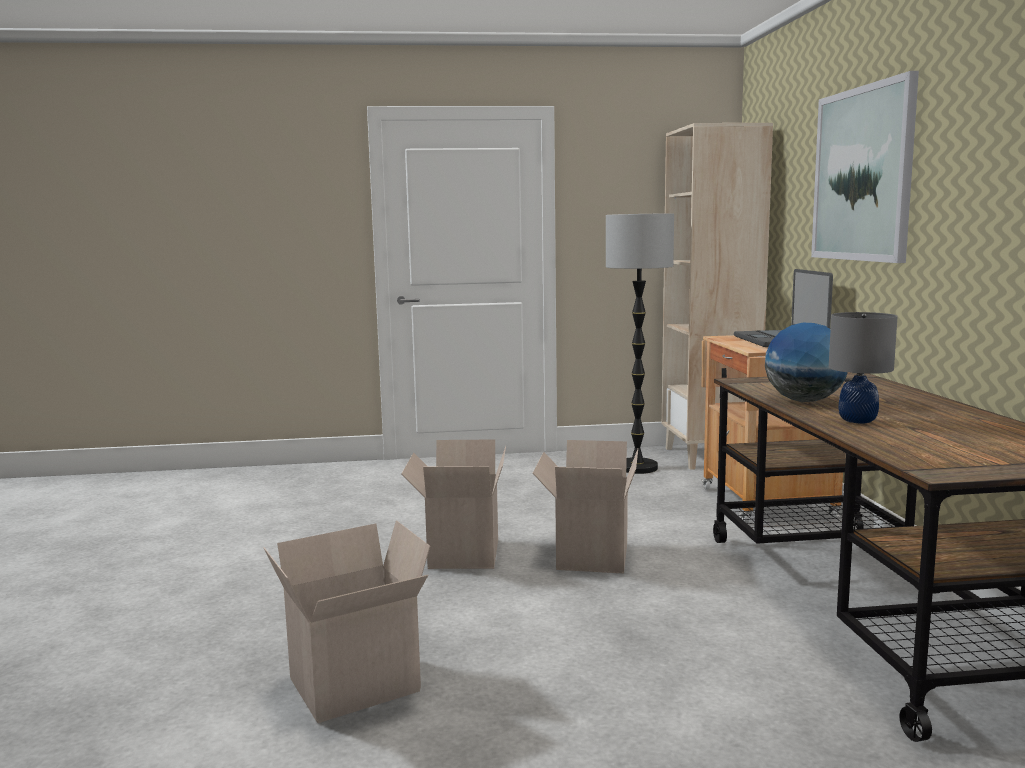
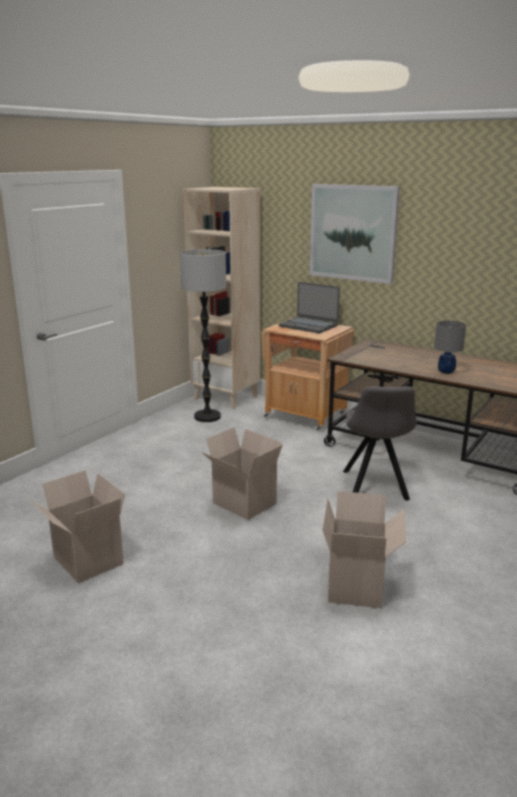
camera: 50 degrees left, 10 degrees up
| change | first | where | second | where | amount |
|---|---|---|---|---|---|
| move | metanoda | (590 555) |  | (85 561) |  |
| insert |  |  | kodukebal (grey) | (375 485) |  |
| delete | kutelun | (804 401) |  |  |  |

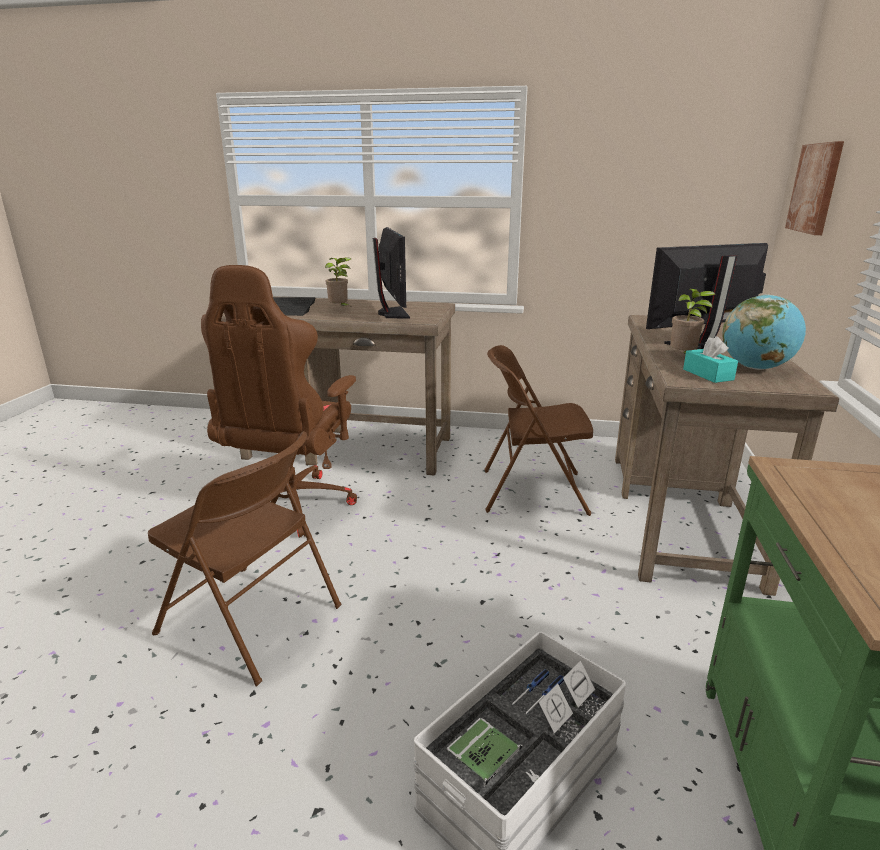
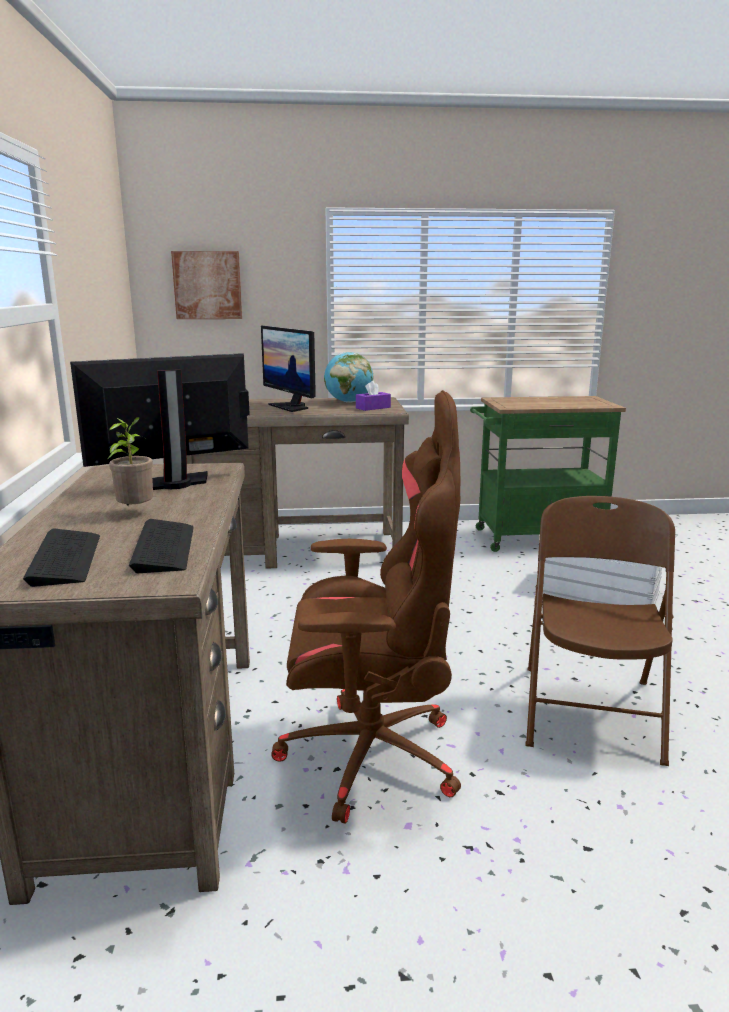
camera: 105 degrees left, 5 degrees down
| change | first | where | second | where | amount |
|---|---|---|---|---|---|
| recolor | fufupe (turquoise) | (708 374) | fufupe (purple) | (373 408) |  |
| delete | kodukebal (brown) | (533 491) |  |  |  |
| delete | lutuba | (684 357) |  |  |  |

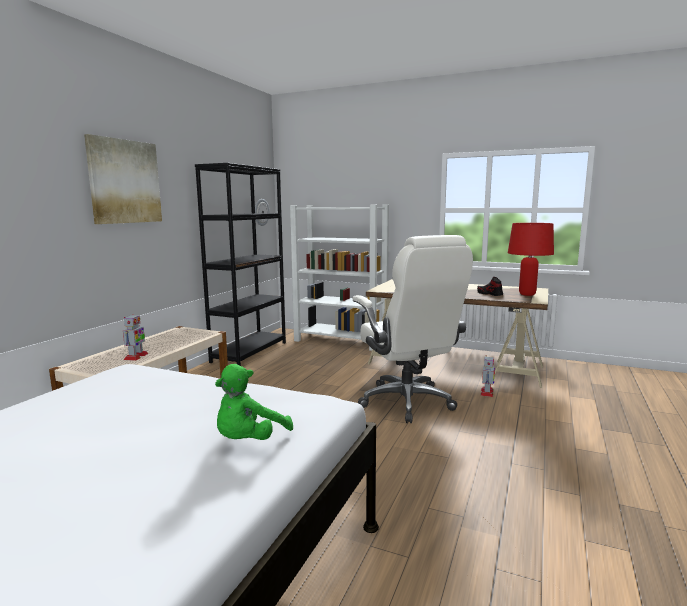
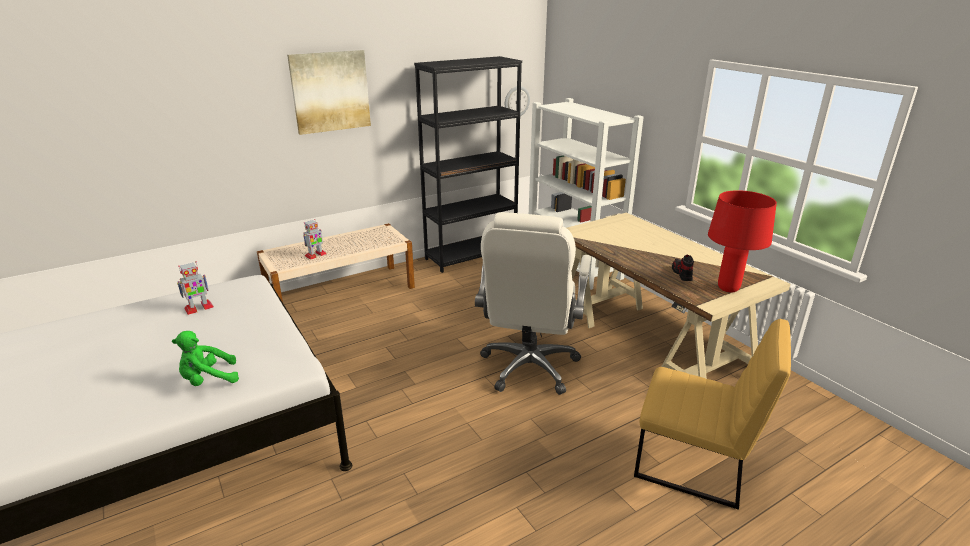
camera: 35 degrees right, 15 degrees up
| change | first | where | second | where | amount |
|---|---|---|---|---|---|
| move | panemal | (487 392) |  | (198 308) |  |
| insert |  |  | kodukebal (yellow) | (694 466) |  |

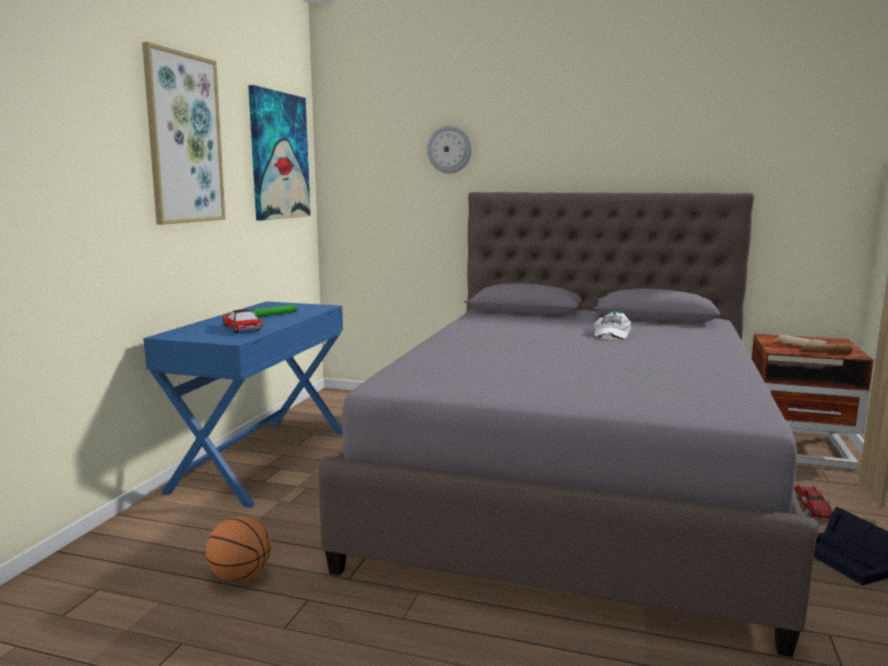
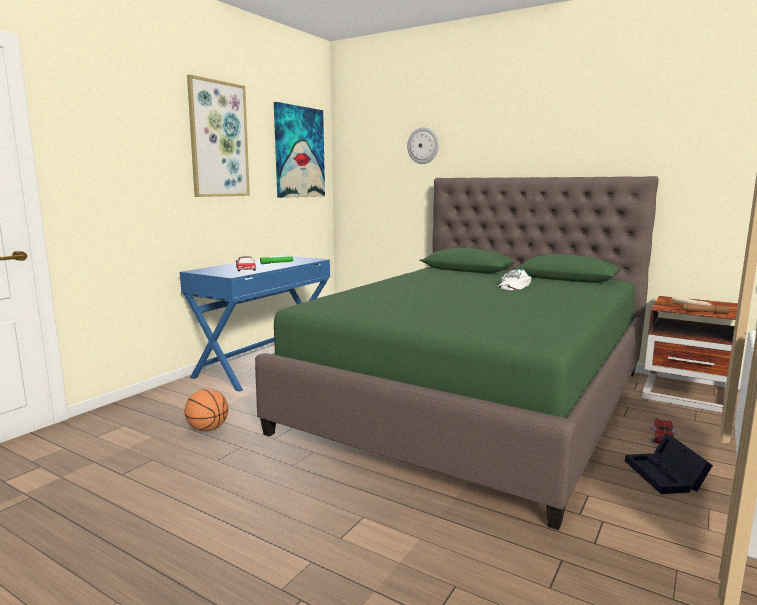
camera: 15 degrees right, 0 degrees up
| change | first | where | second | where | amount |
|---|---|---|---|---|---|
| recolor | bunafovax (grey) | (574 484) | bunafovax (green) | (474 400) |  |

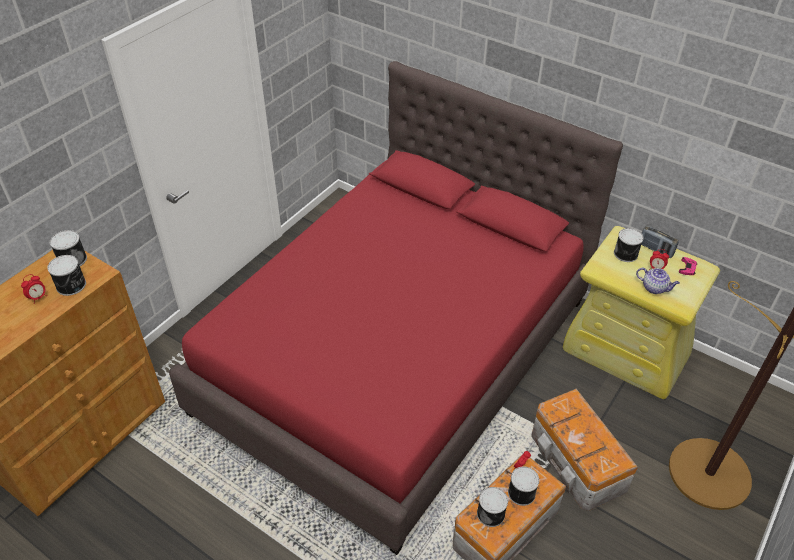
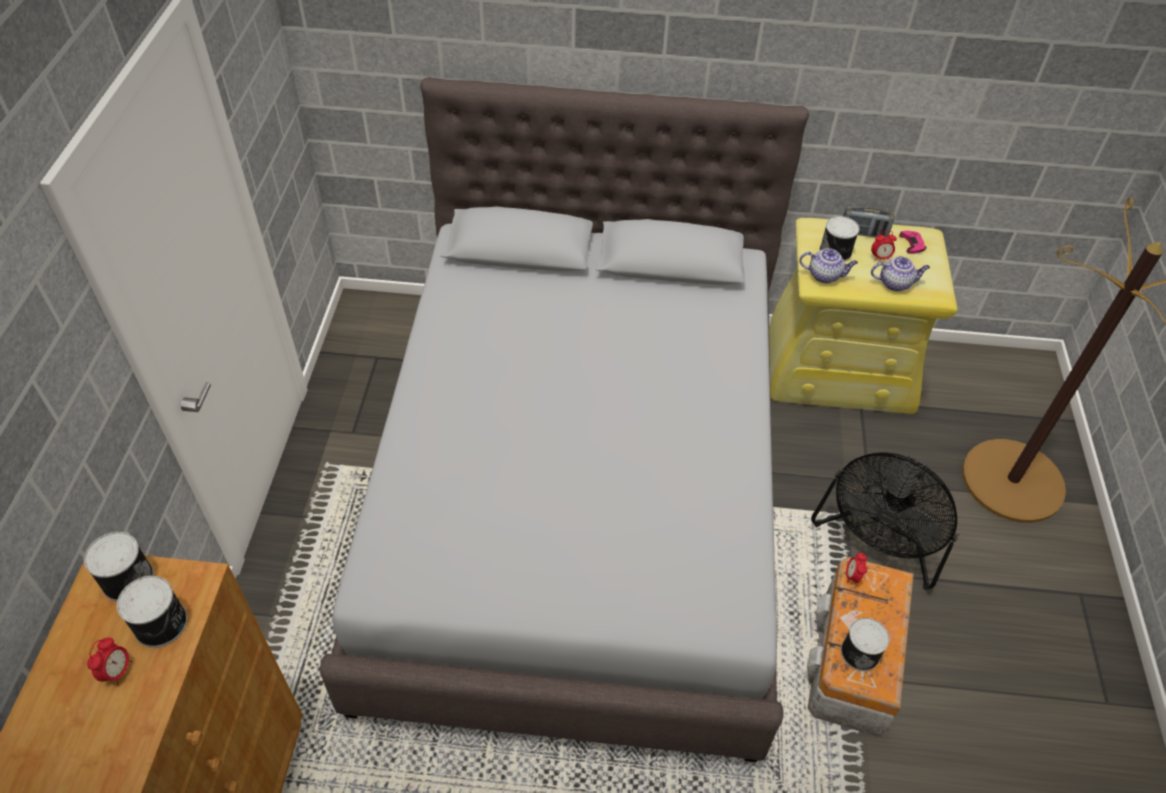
camera: 30 degrees left, 5 degrees up
| change | first | where | second | where | amount |
|---|---|---|---|---|---|
| recolor | bunafovax (red) | (397 355) | bunafovax (grey) | (580 494) |  |
| insert |  |  | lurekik | (825 275) |  |
| replace | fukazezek | (576 463) | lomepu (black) | (876 536) |  |
| delete | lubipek | (520 492) |  |  |  |

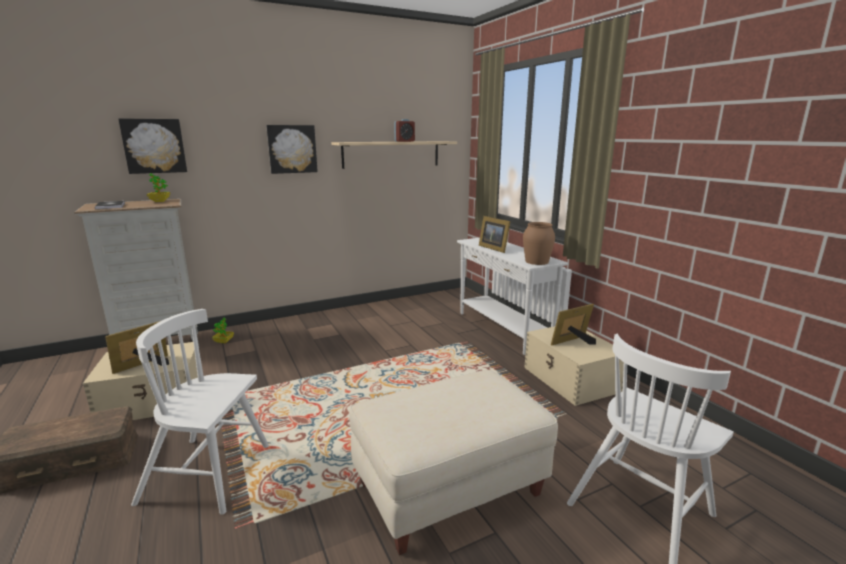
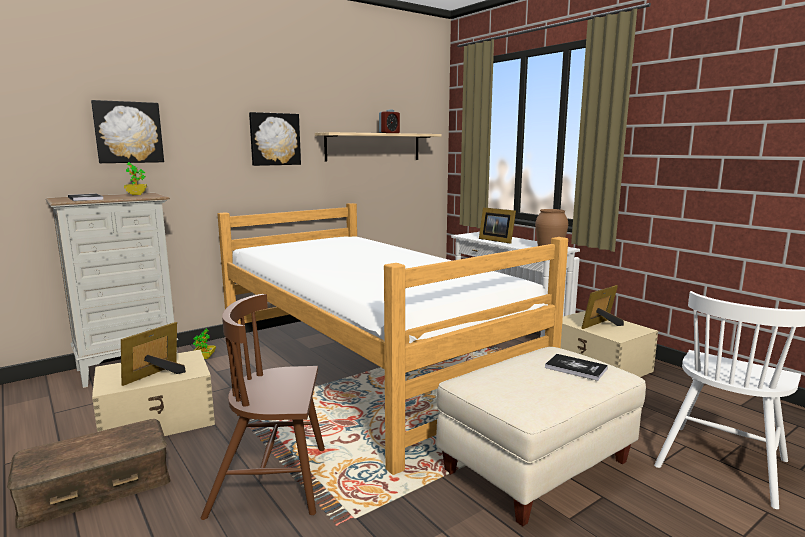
camera: 10 degrees left, 5 degrees down
| change | first | where | second | where | amount |
|---|---|---|---|---|---|
| recolor | kodukebal (white) | (213 473) | kodukebal (brown) | (277 480) |  |
| insert |  |  | bunafovax | (368 365) |  |
| insert |  |  | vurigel | (576 368) |  |

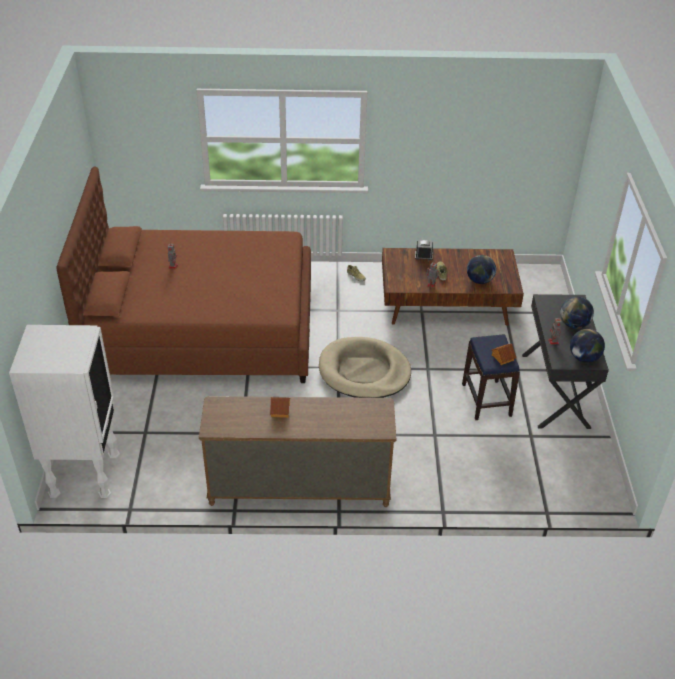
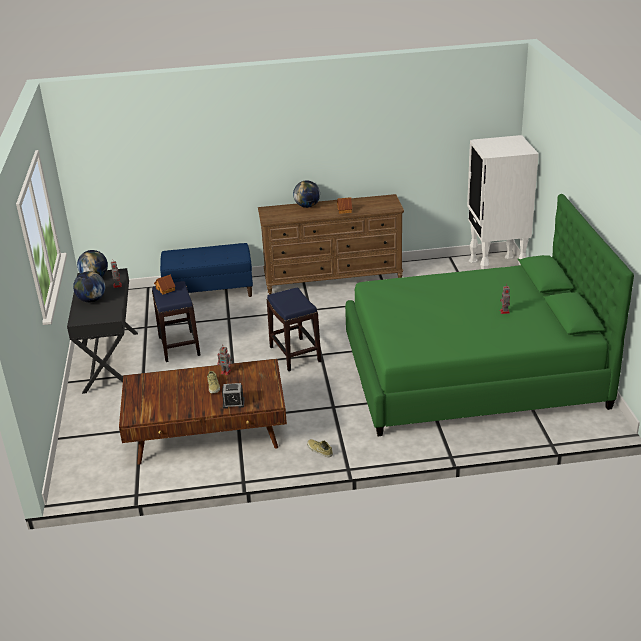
camera: 175 degrees right, 10 degrees down
| change | first | where | second | where | amount |
|---|---|---|---|---|---|
| insert |  |  | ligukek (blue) | (209 291) |  |
| replace | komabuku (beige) | (364 371) | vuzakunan | (295 354) |  |
| move | kutelun | (479 281) |  | (307 206) |  |
| recolor | bunafovax (brown) | (202 327) | bunafovax (green) | (472 372) |  |

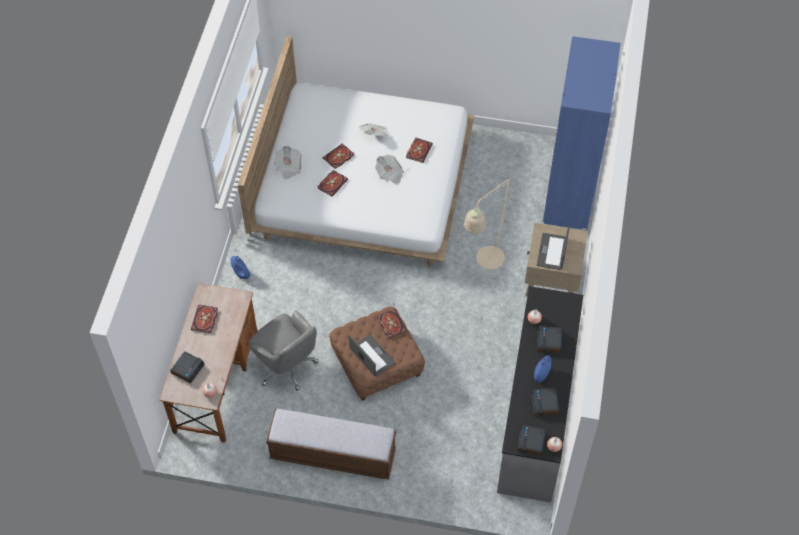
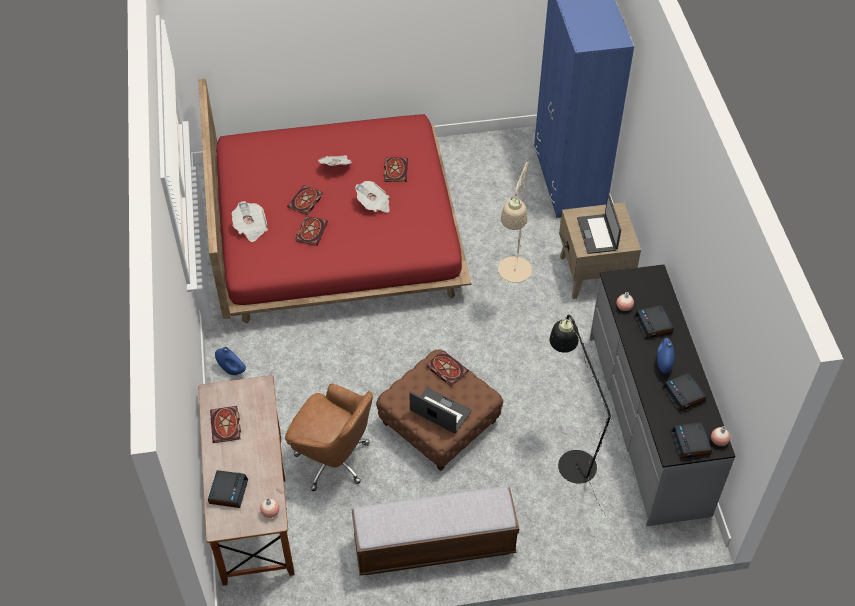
camera: 20 degrees left, 5 degrees down
| change | first | where | second | where | amount |
|---|---|---|---|---|---|
| recolor | bunafovax (white) | (364 185) | bunafovax (red) | (336 232) |  |
| recolor | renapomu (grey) | (286 366) | renapomu (brown) | (333 460) |  |
| insert |  |  | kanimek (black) | (572 458) |  |

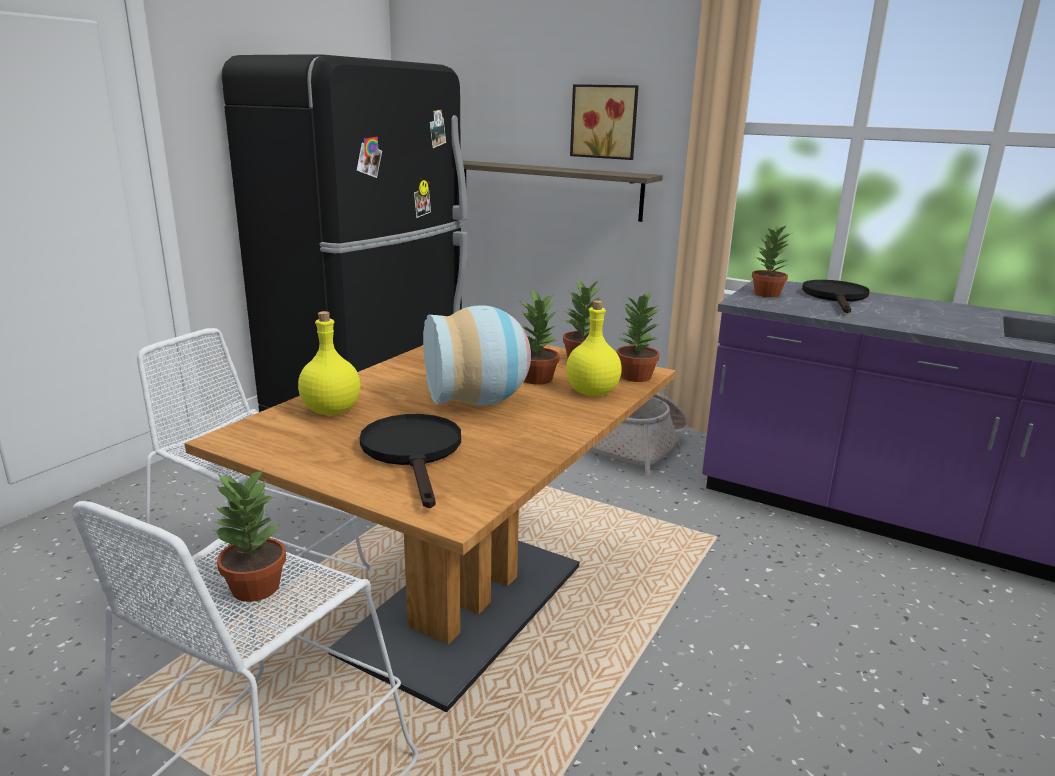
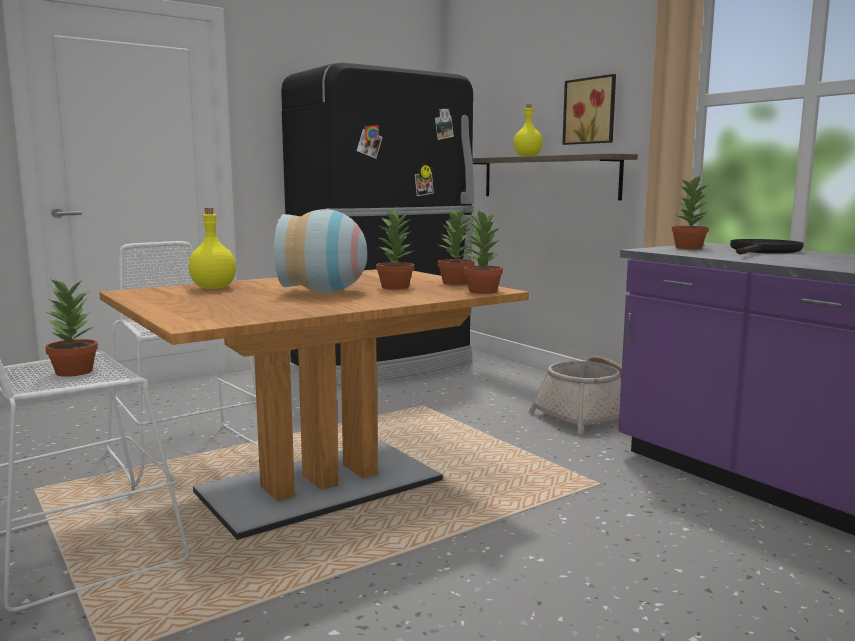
camera: 25 degrees right, 10 degrees down
| change | first | where | second | where | amount |
|---|---|---|---|---|---|
| move | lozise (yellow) | (593 392) |  | (528 156) |  |
| delete | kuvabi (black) | (414 453) |  |  |  |

